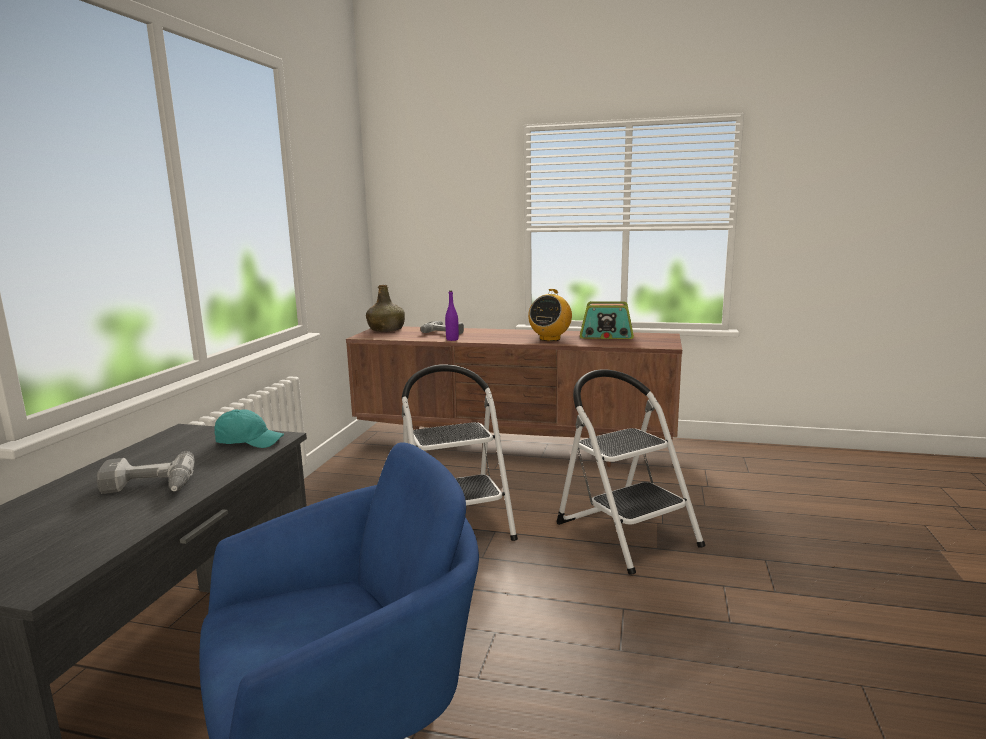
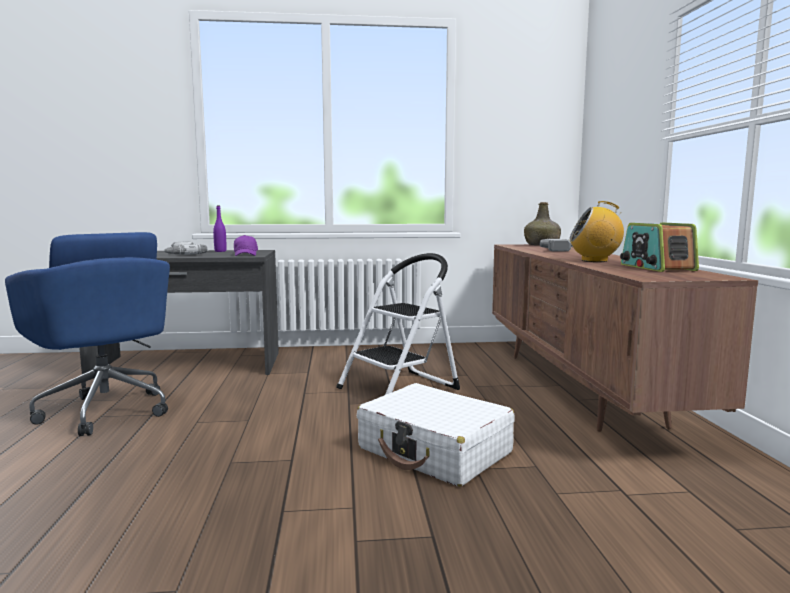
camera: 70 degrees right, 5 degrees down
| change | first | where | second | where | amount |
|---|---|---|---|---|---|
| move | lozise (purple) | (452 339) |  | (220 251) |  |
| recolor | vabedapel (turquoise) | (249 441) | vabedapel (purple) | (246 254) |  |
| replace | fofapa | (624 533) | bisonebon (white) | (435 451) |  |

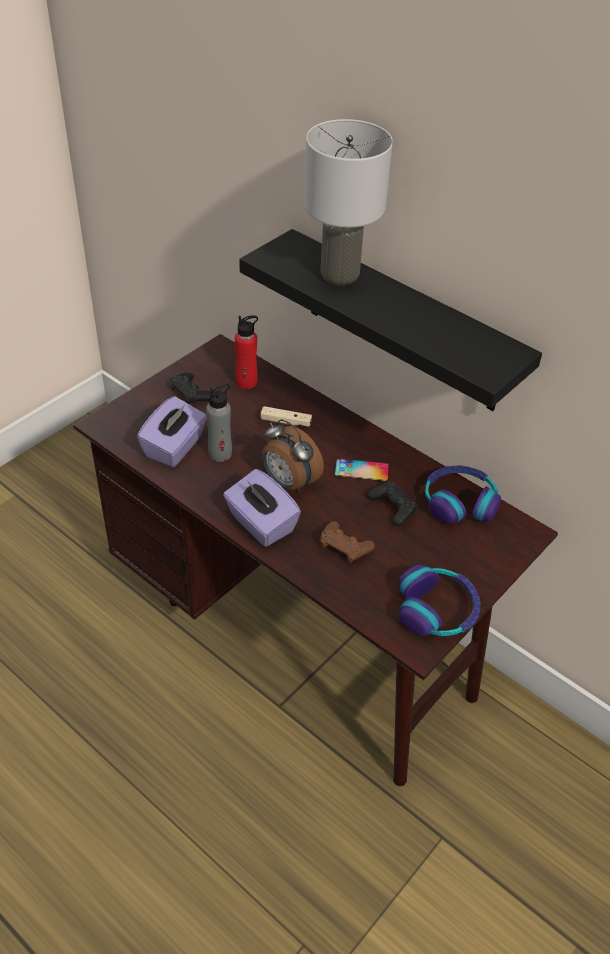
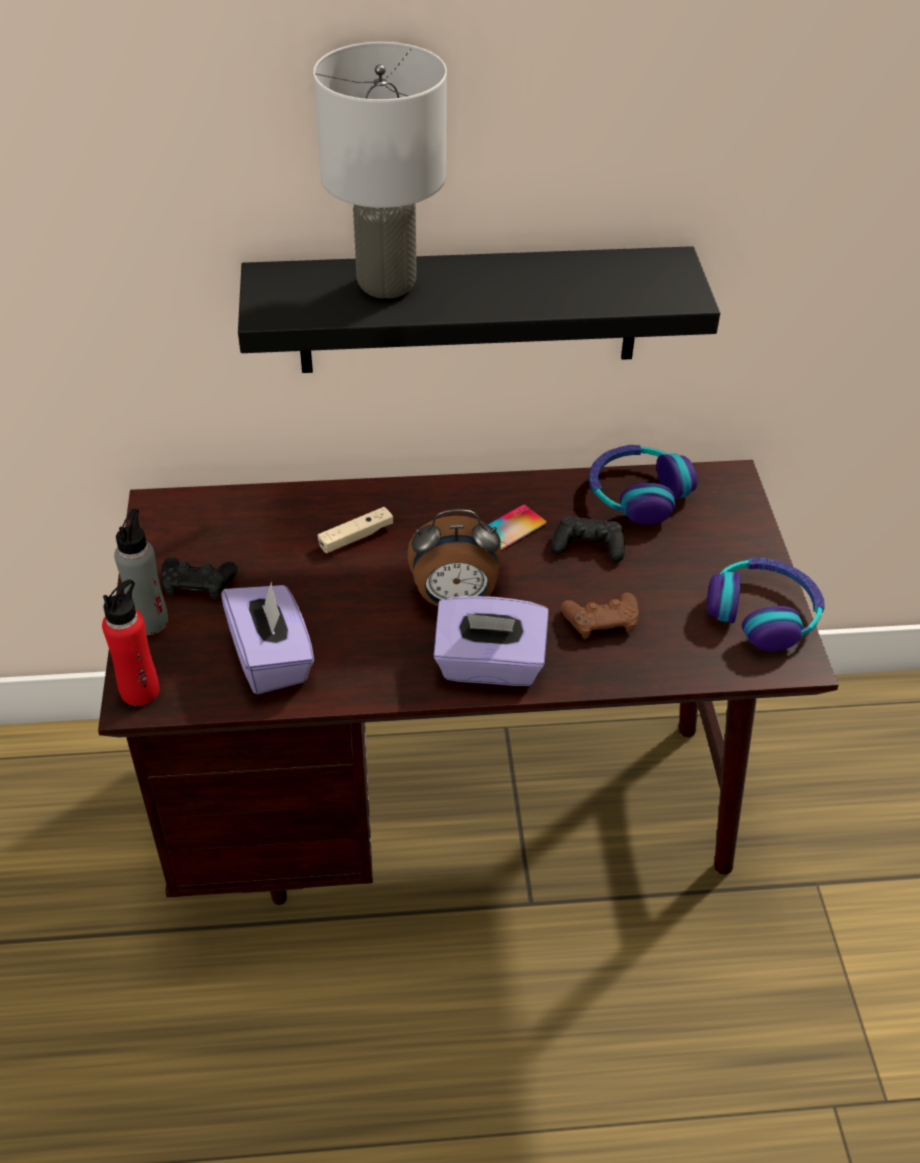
camera: 45 degrees left, 0 degrees up
| change | first | where | second | where | amount |
|---|---|---|---|---|---|
| move | lozise (red) | (246 382) |  | (140 690) |  |
| move | lozise (grey) | (220 453) |  | (150 621) |  |

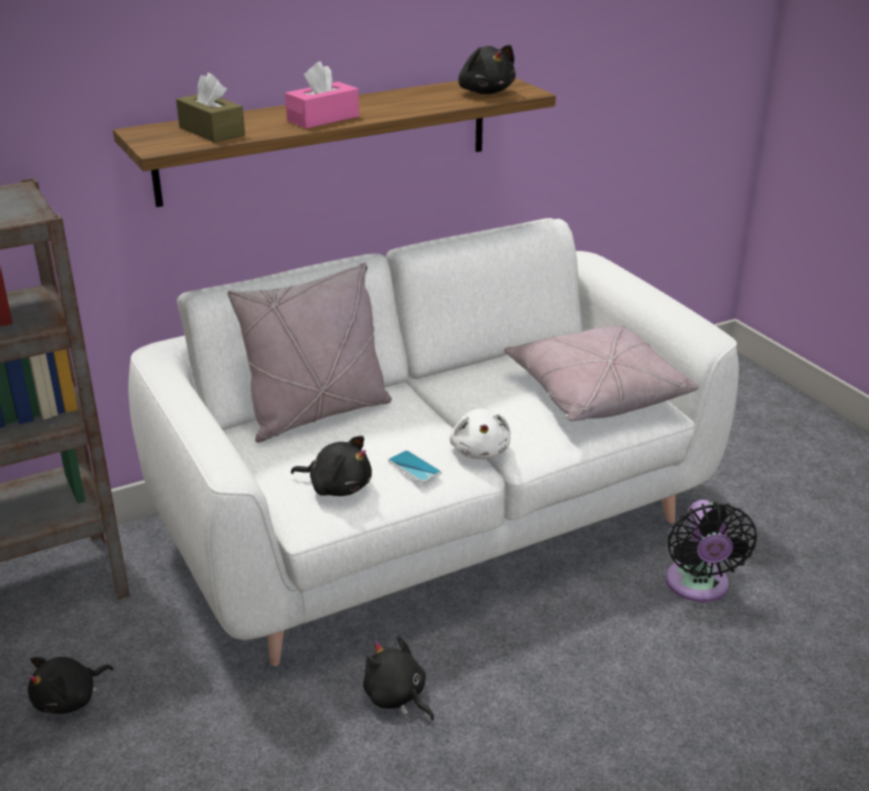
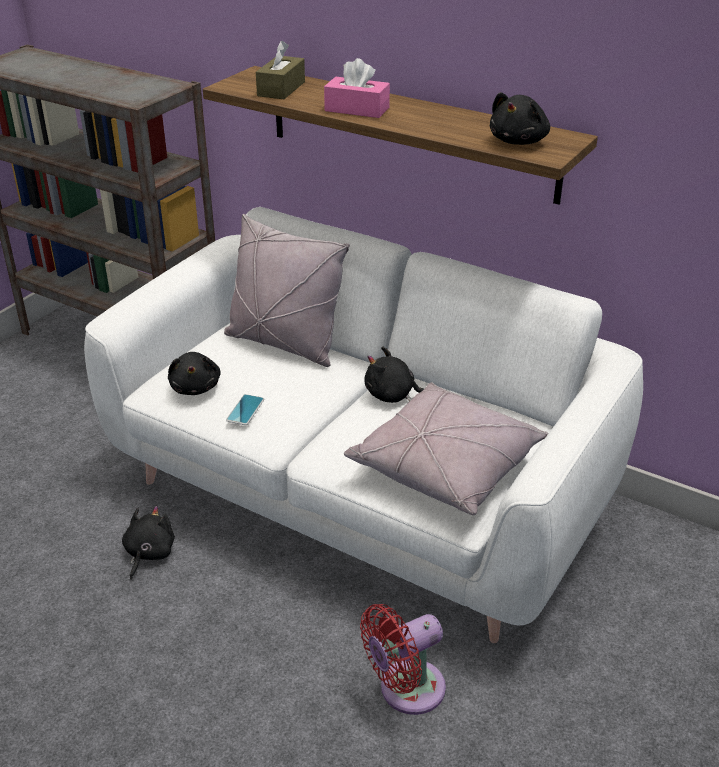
camera: 60 degrees right, 5 degrees up
| change | first | where | second | where | amount |
|---|---|---|---|---|---|
| recolor | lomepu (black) | (698 586) | lomepu (red) | (406 690) |  |
| move | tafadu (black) | (69 699) |  | (393 395) |  |
| delete | tafadu (white) | (480 451) |  |  |  |

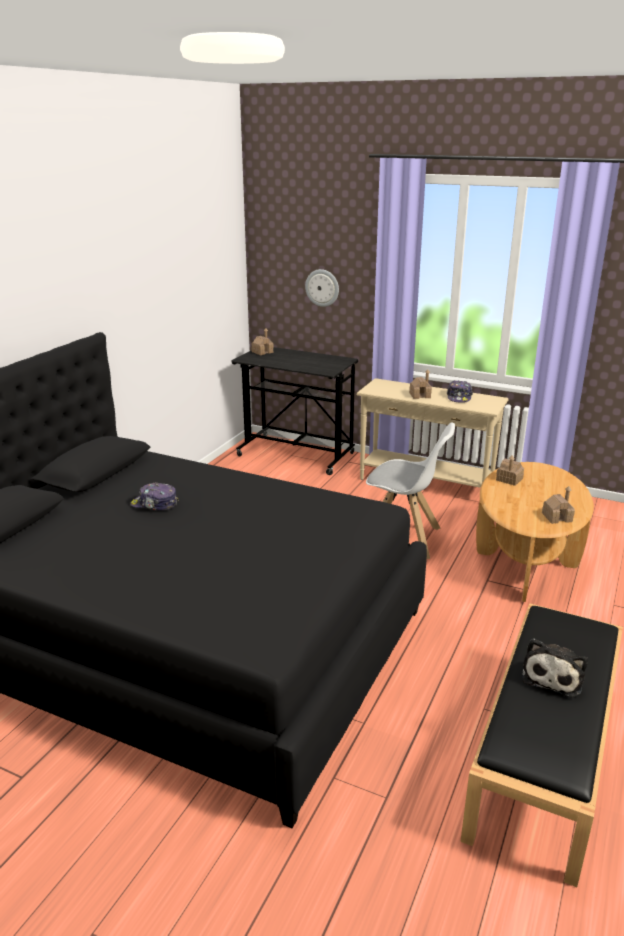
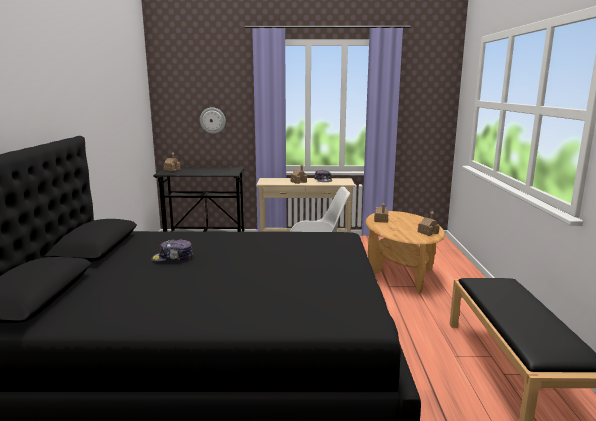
camera: 25 degrees left, 10 degrees down
| change | first | where | second | where | amount |
|---|---|---|---|---|---|
| delete | tafadu | (553 676) |  |  |  |

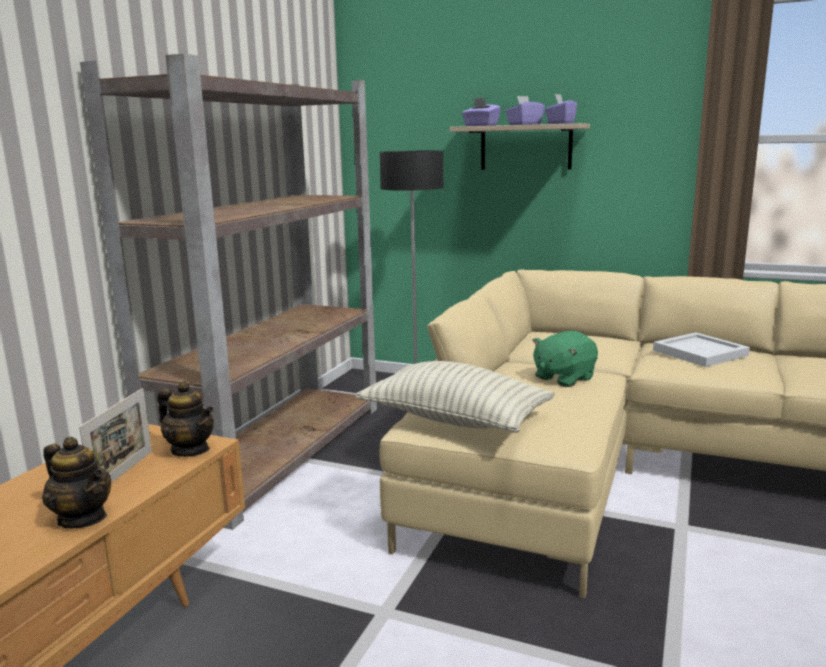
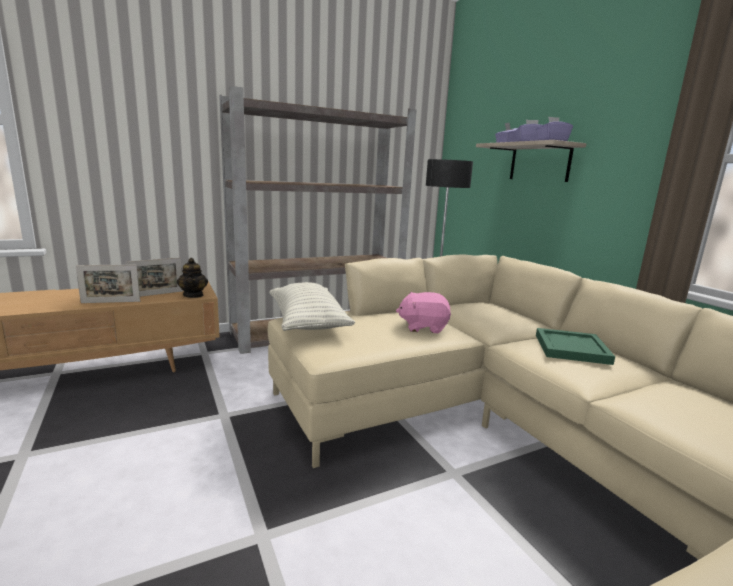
camera: 40 degrees right, 0 degrees up
| change | first | where | second | where | amount |
|---|---|---|---|---|---|
| replace | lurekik | (83 518) | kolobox | (111 302) |  |
| recolor | tafadu (green) | (563 378) | tafadu (pink) | (423 327) |  |
| recolor | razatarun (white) | (701 353) | razatarun (green) | (572 349) |  |

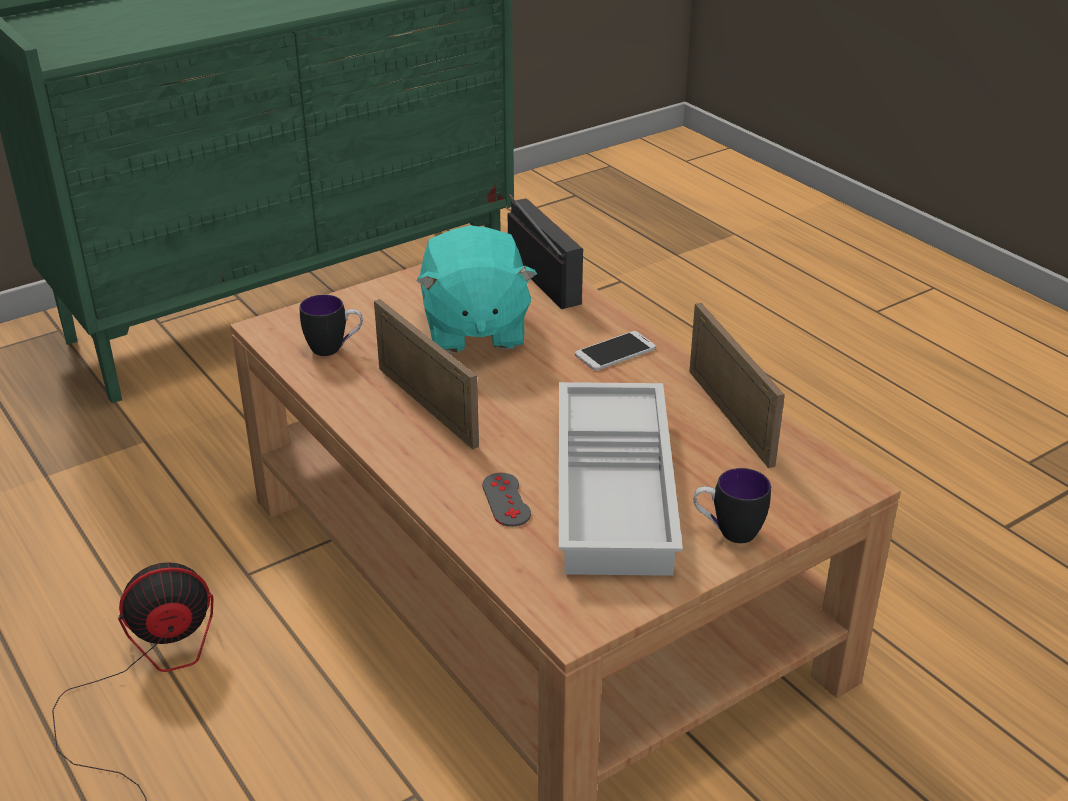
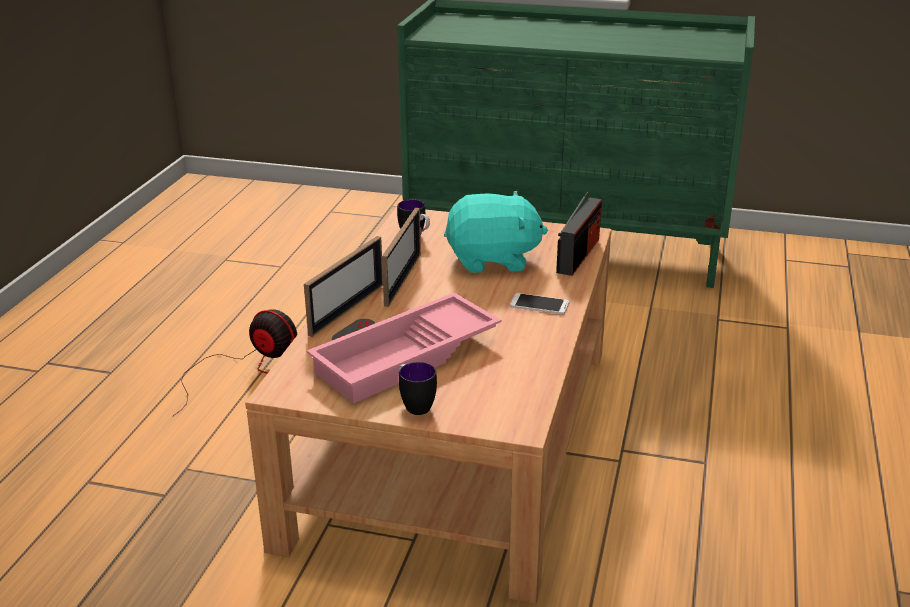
camera: 50 degrees right, 5 degrees down
| change | first | where | second | where | amount |
|---|---|---|---|---|---|
| move | kolobox | (729 416) |  | (347 309) |  |
| recolor | razatarun (white) | (618 490) | razatarun (pink) | (407 358) |  |
| rotate | tafadu (turquoise) | (474 330) |  | (493 260) | 135 degrees counterclockwise |

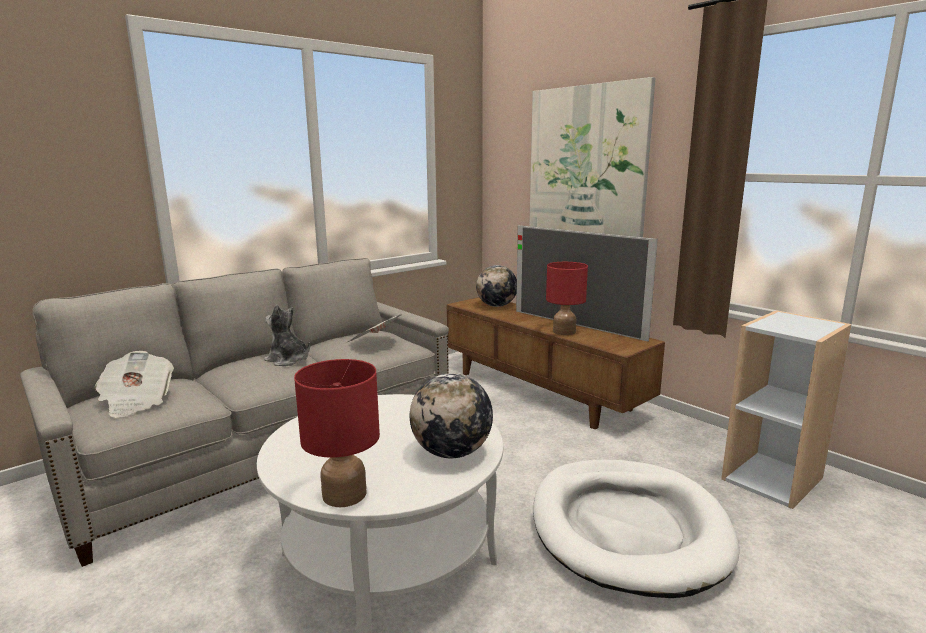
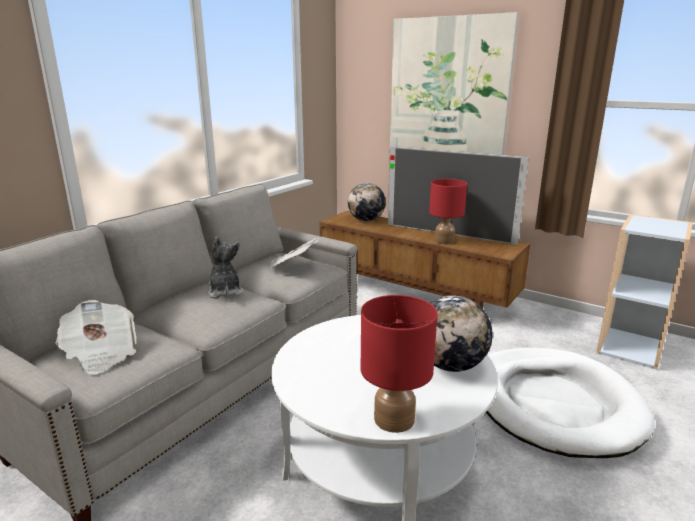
camera: 15 degrees left, 5 degrees up
| change | first | where | second | where | amount |
|---|---|---|---|---|---|
| rotate | tafadu | (288 360) |  | (225 292) | 60 degrees clockwise |

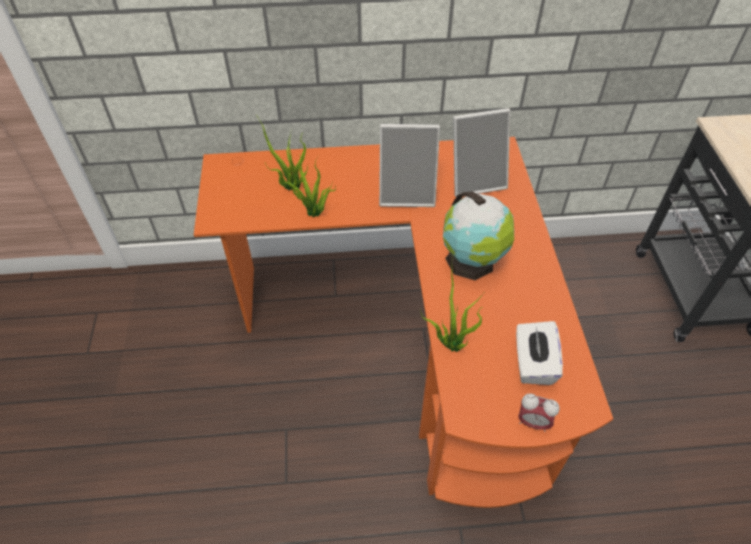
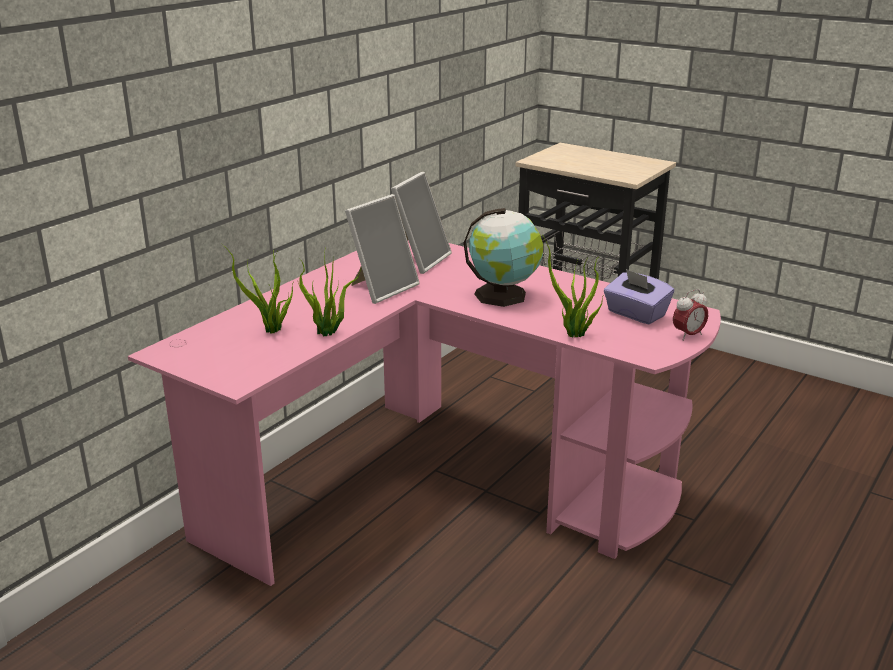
camera: 50 degrees left, 25 degrees down
| change | first | where | second | where | amount |
|---|---|---|---|---|---|
| recolor | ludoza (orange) | (410 338) | ludoza (pink) | (435 482) |  |
| recolor | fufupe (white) | (533 363) | fufupe (purple) | (635 314) |  |

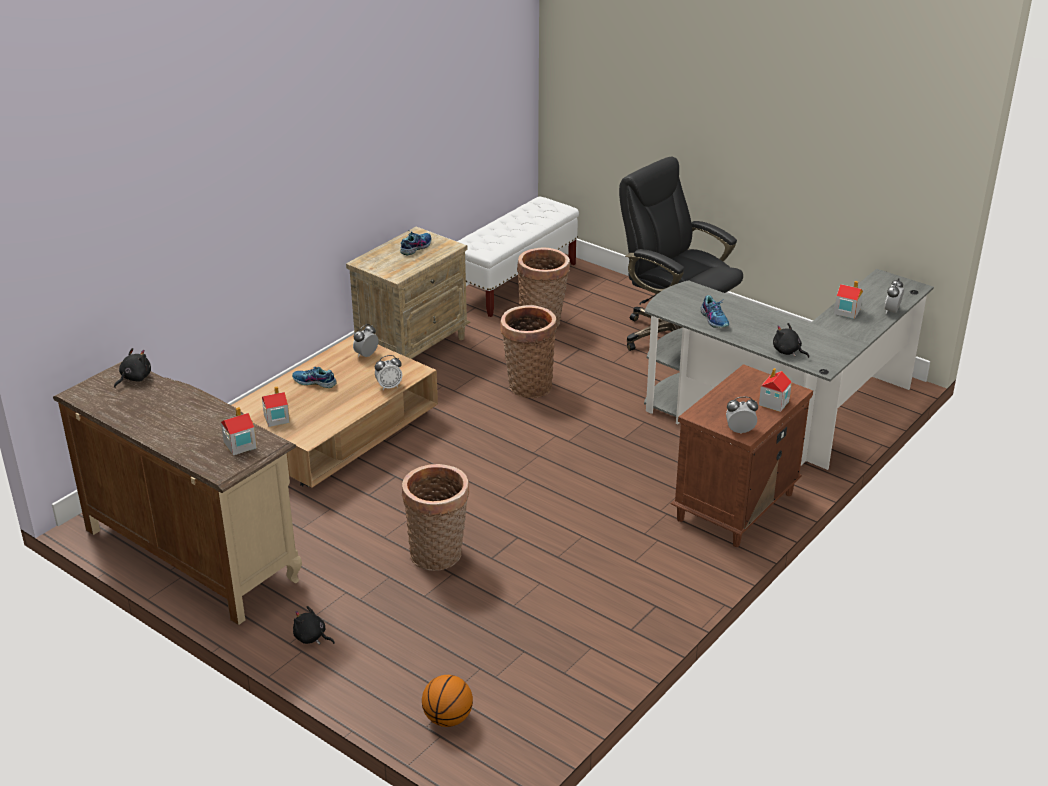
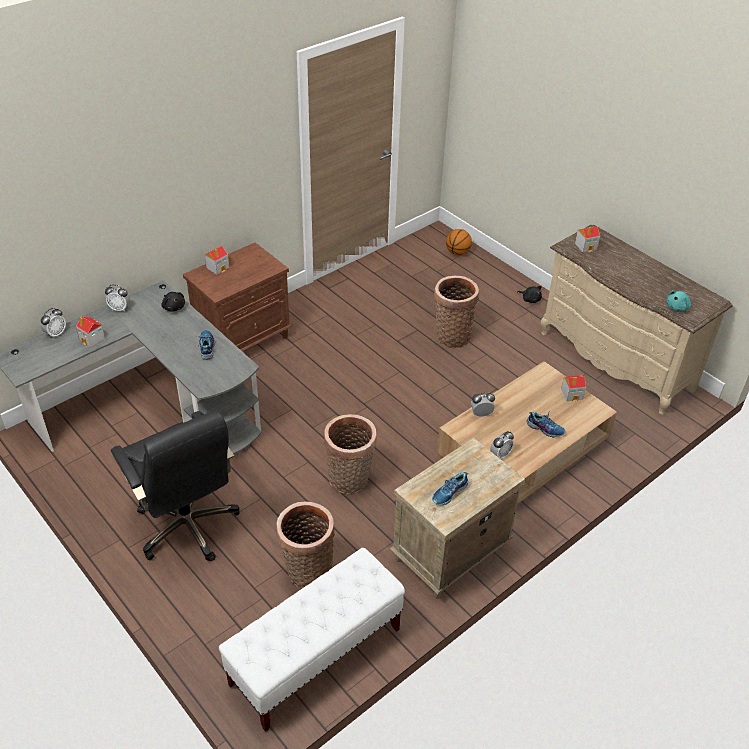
camera: 170 degrees left, 10 degrees up
| change | first | where | second | where | amount |
|---|---|---|---|---|---|
| move | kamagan | (740 431) |  | (120 308) |  |
| recolor | tafadu (black) | (134 378) | tafadu (turquoise) | (677 307) |  |

